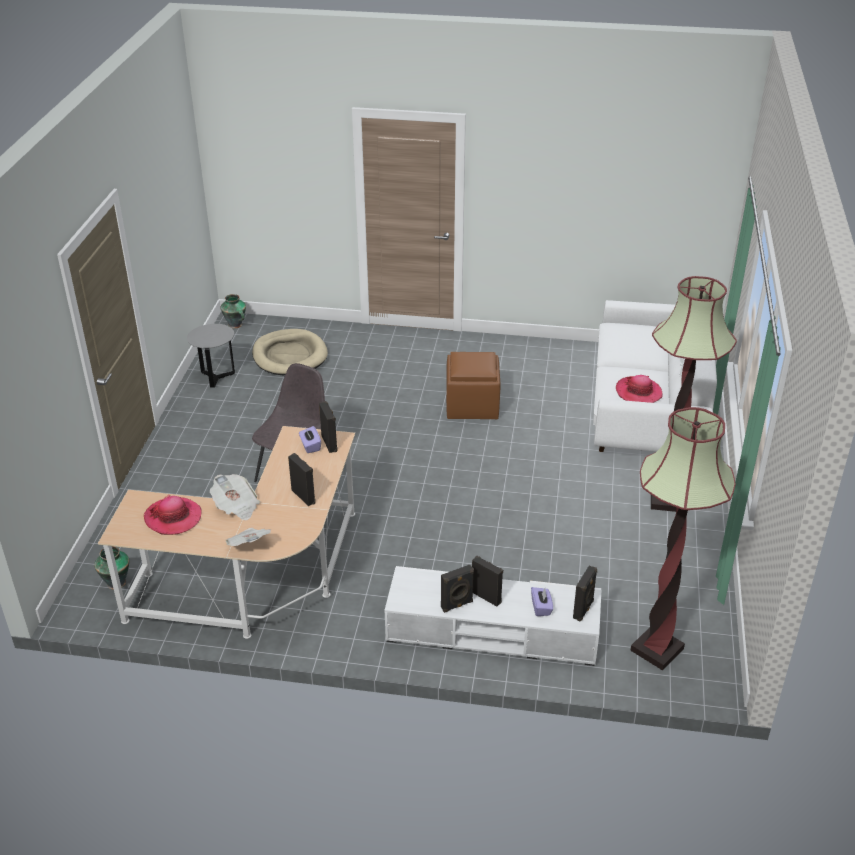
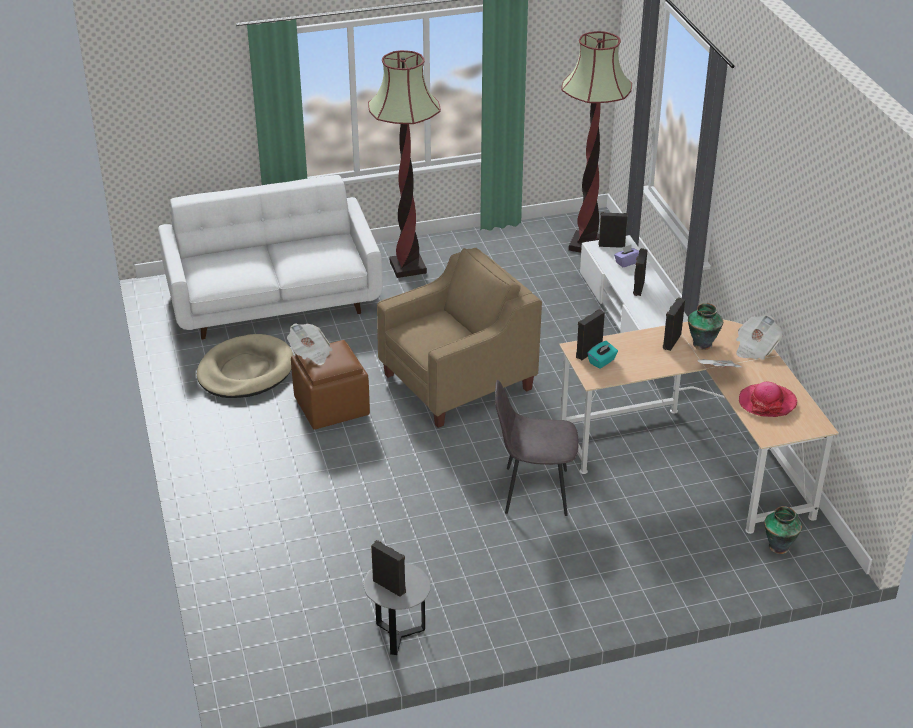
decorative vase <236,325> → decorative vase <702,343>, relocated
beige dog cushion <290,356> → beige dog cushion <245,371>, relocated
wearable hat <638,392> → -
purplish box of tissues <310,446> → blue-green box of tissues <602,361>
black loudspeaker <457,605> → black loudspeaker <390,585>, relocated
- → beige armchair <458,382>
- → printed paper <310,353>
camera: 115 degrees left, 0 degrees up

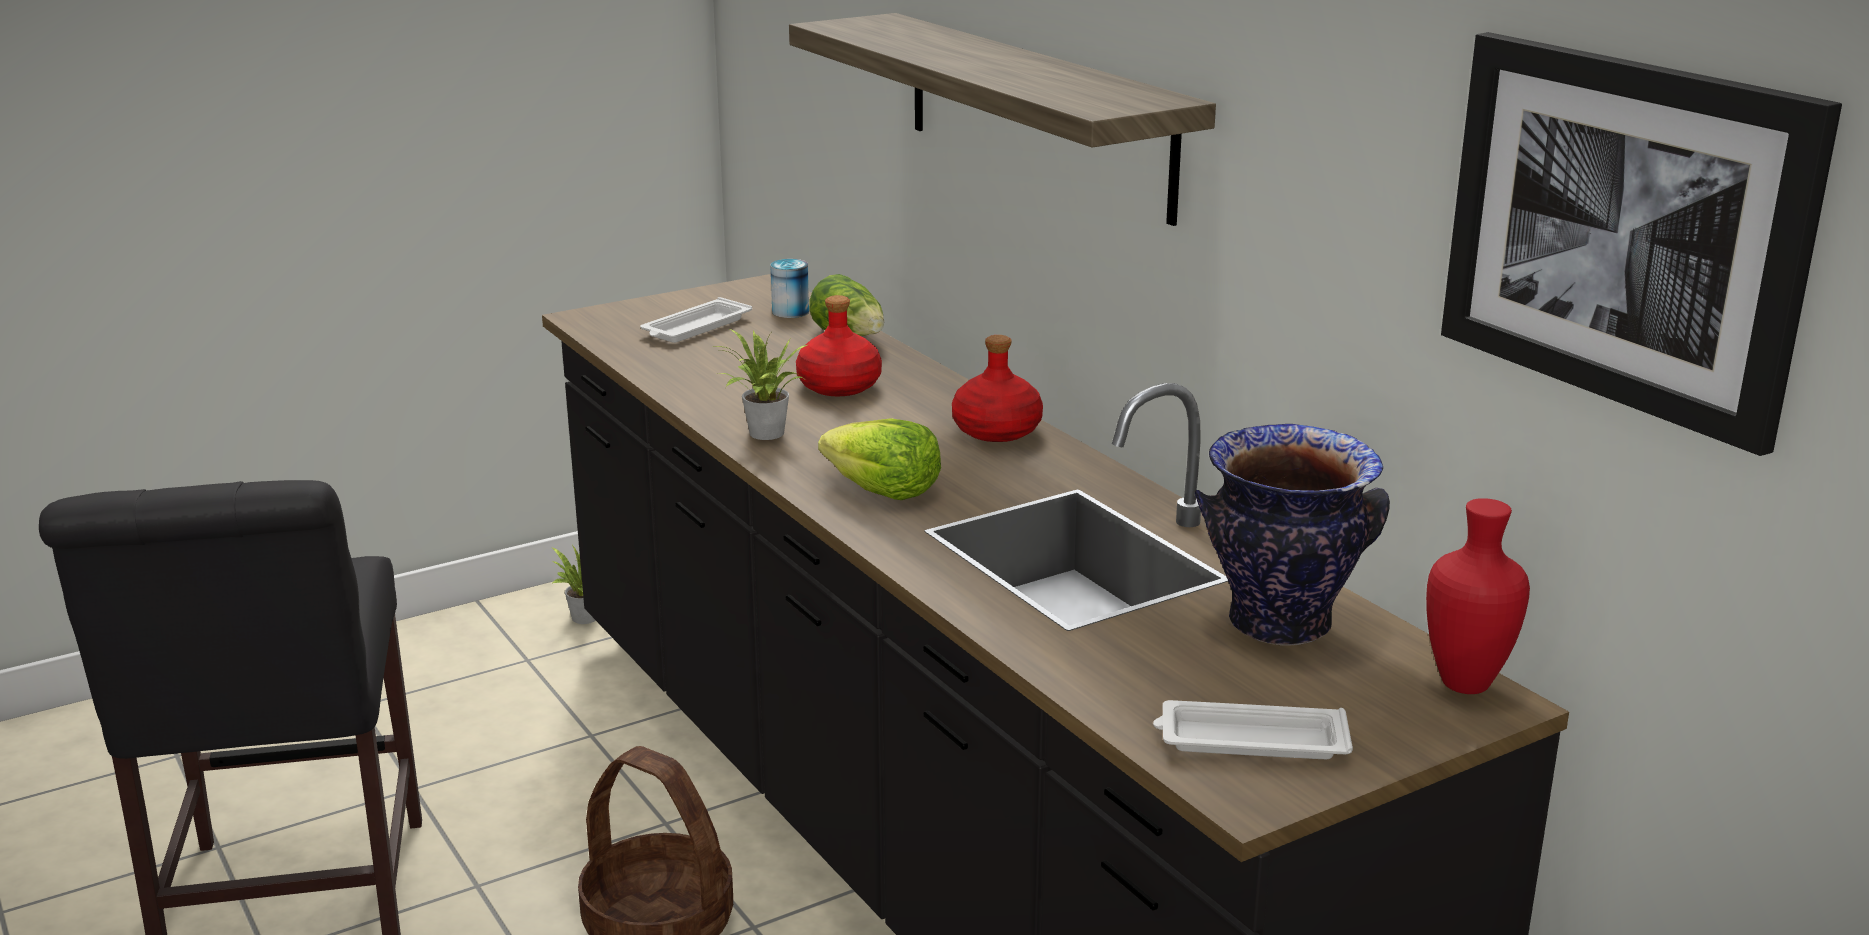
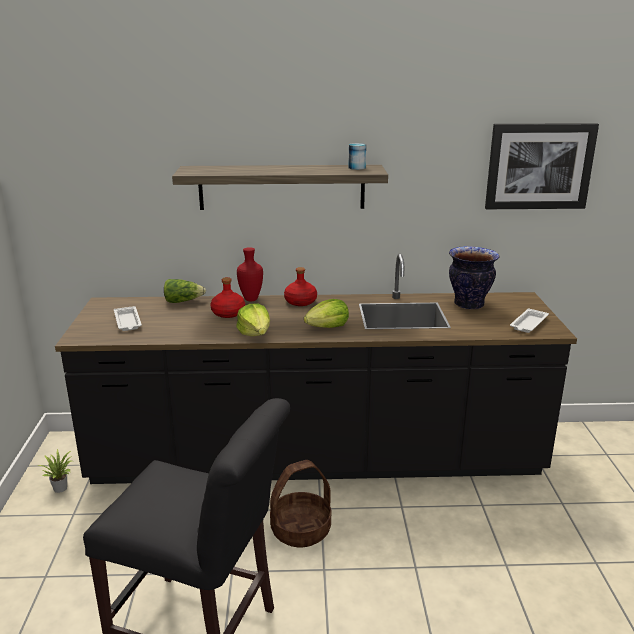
metal can <790,311> → metal can <357,168>, relocated
plant in a pot <763,434> → lettuce <255,333>
red decorative vase <1466,686> → red decorative vase <251,299>, relocated
camera: 60 degrees left, 0 degrees up

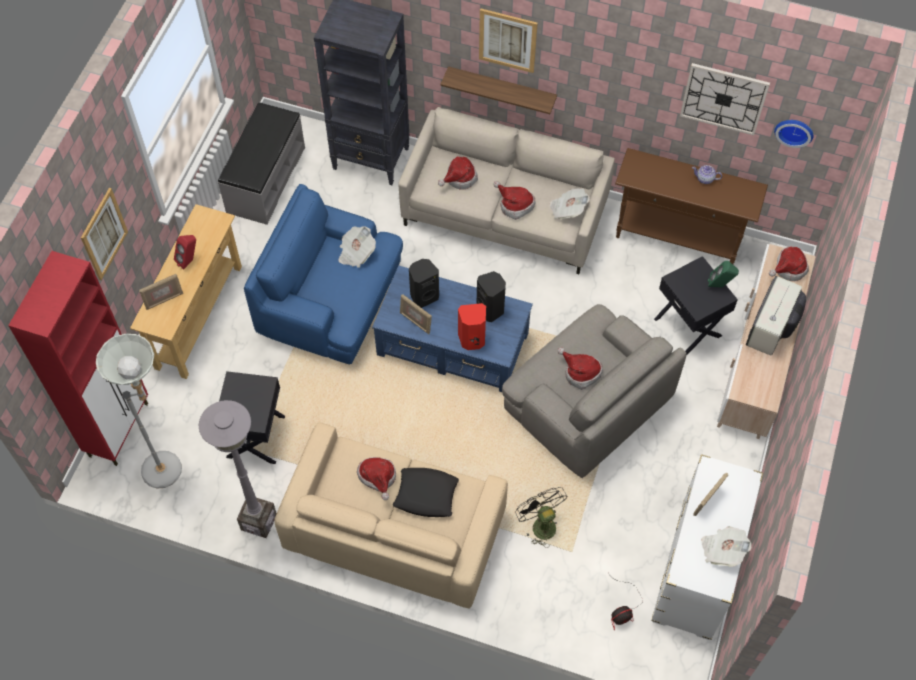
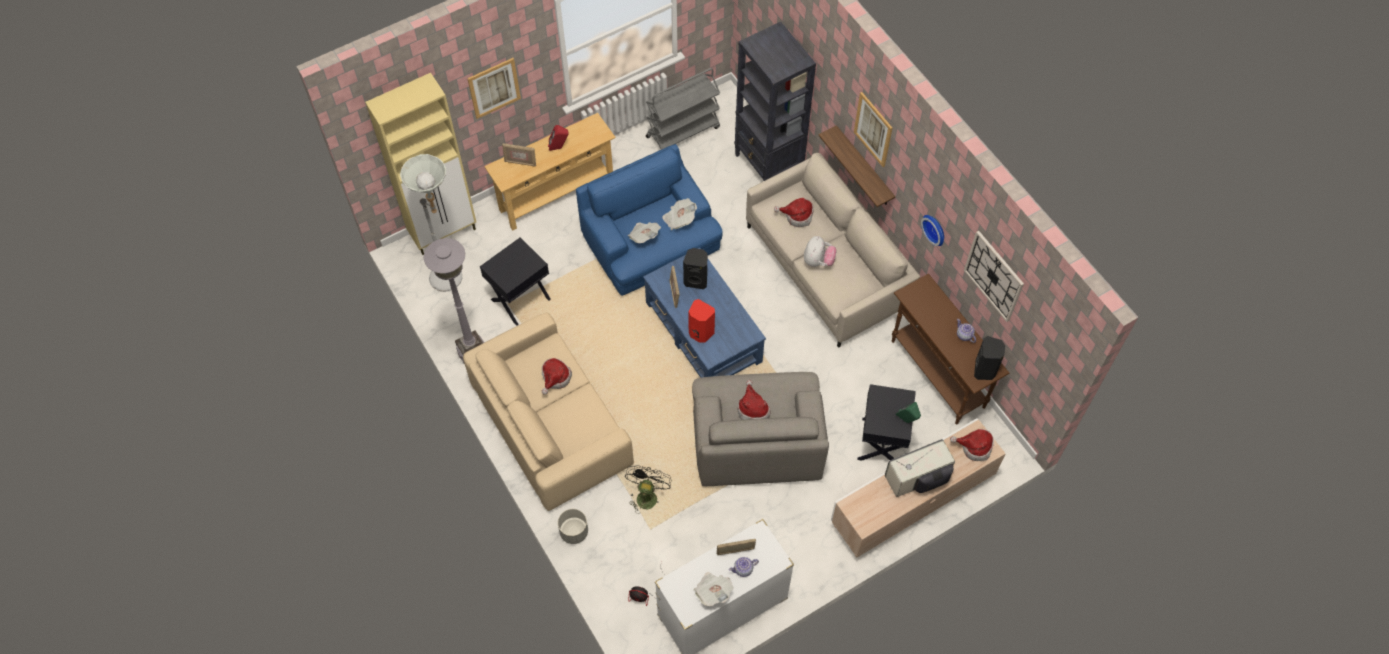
grey bench <265,179> → grey wheeled cart <683,131>
clock on the wall <794,130> → clock on the wall <935,229>, relocated
wearable hat <514,205> → plush toy <818,261>
printed paper <567,209> → printed paper <644,236>, relocated
red cupboard <119,429> → beige cupboard <444,233>
black loudspeaker <491,309> → black loudspeaker <985,370>, relocated
black pillow <426,495> → -
- → grey planter <574,532>
- → teapot <743,569>
camera: 40 degrees right, 0 degrees up

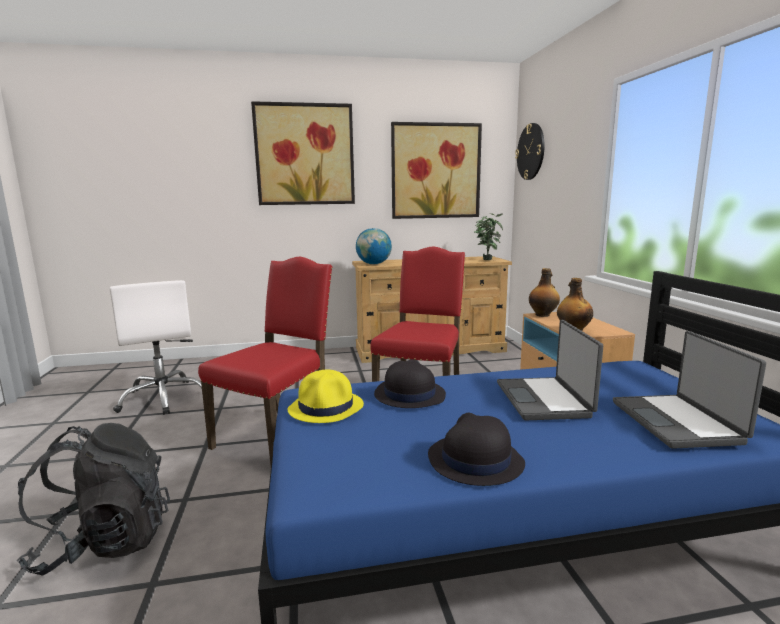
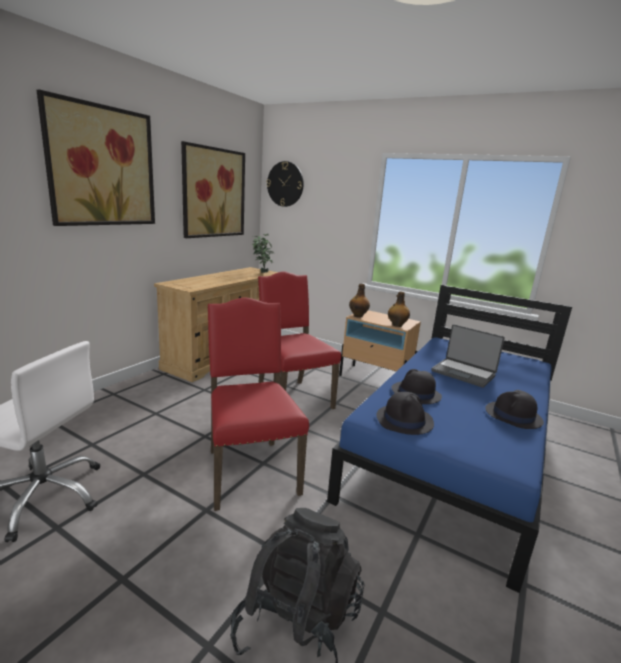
globe <374,264> → -
notebook computer <677,422> → -
yellow wearable hat <326,407> → black wearable hat <404,420>
camera: 50 degrees left, 5 degrees up

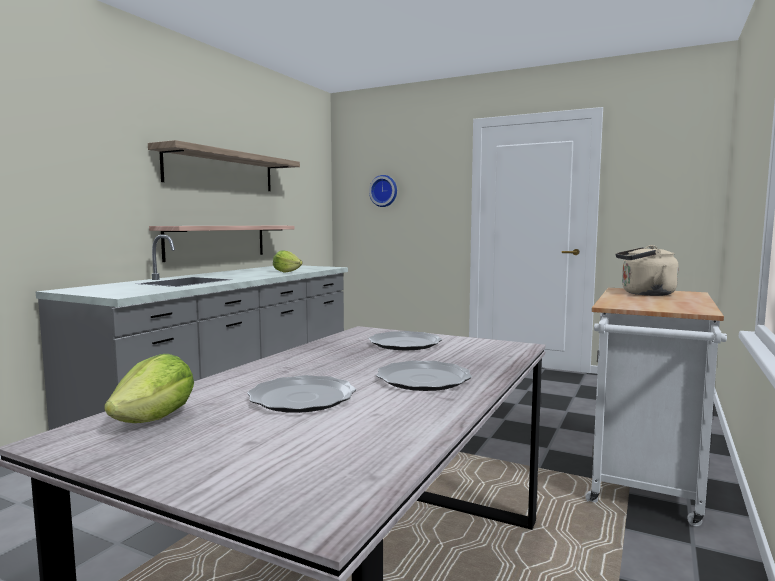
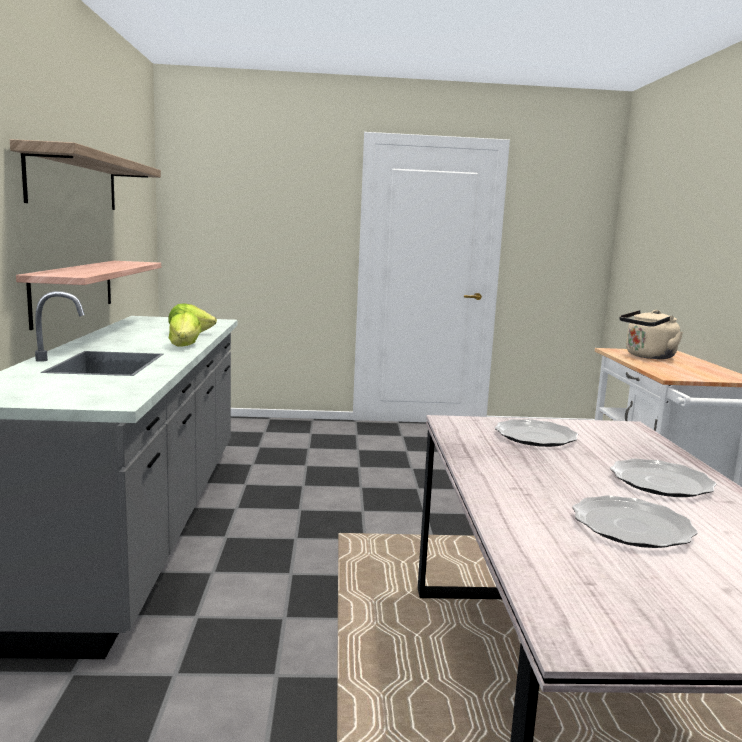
clock on the wall <384,191> → -
lettuce <156,419> → lettuce <185,346>, relocated
camera: 30 degrees left, 5 degrees up

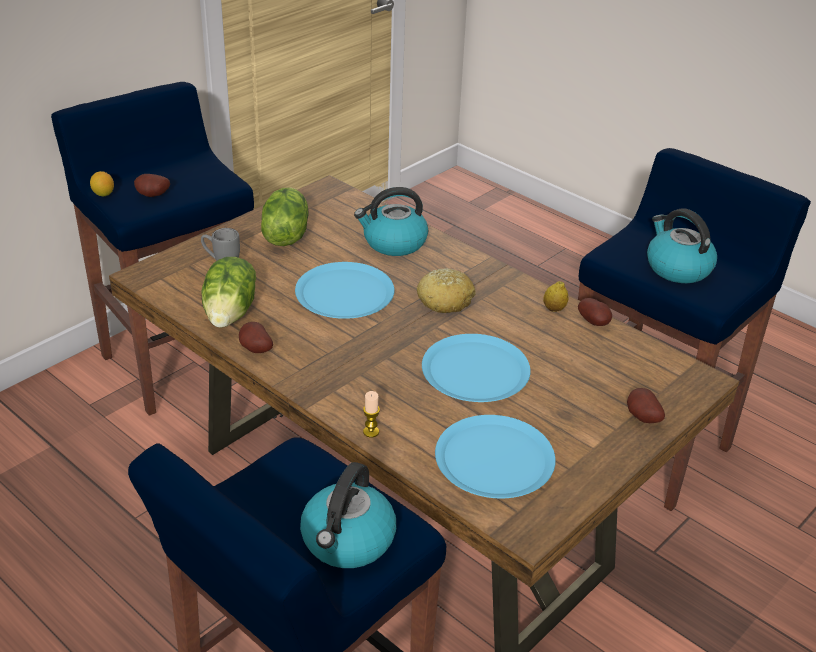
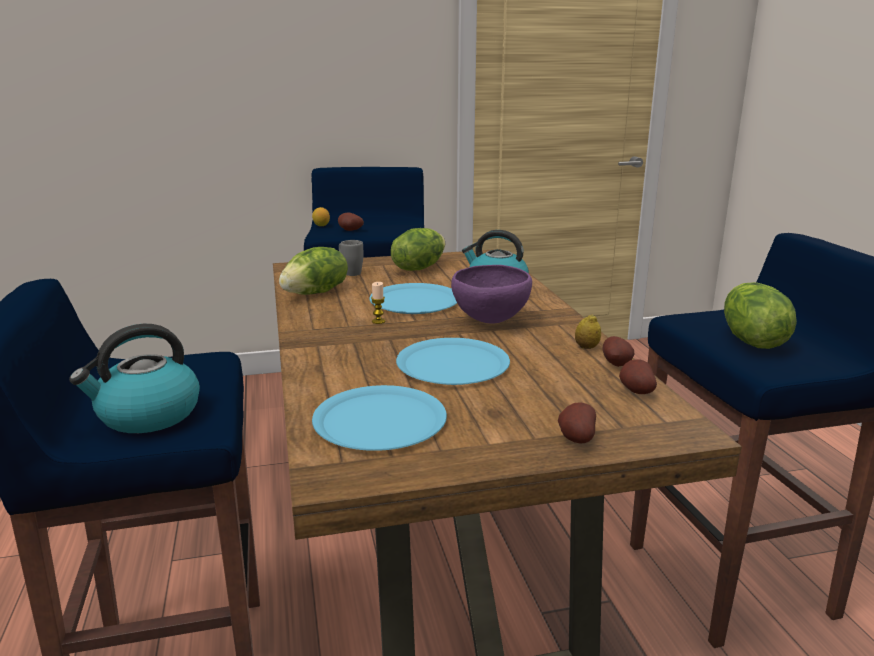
kettle <677,268> → lettuce <750,340>
bakery bread <445,300> → purplish bowl <490,321>
spud <254,350> → spud <635,391>, relocated
wax light <371,432> → wax light <378,321>, relocated
camera: 35 degrees right, 15 degrees down

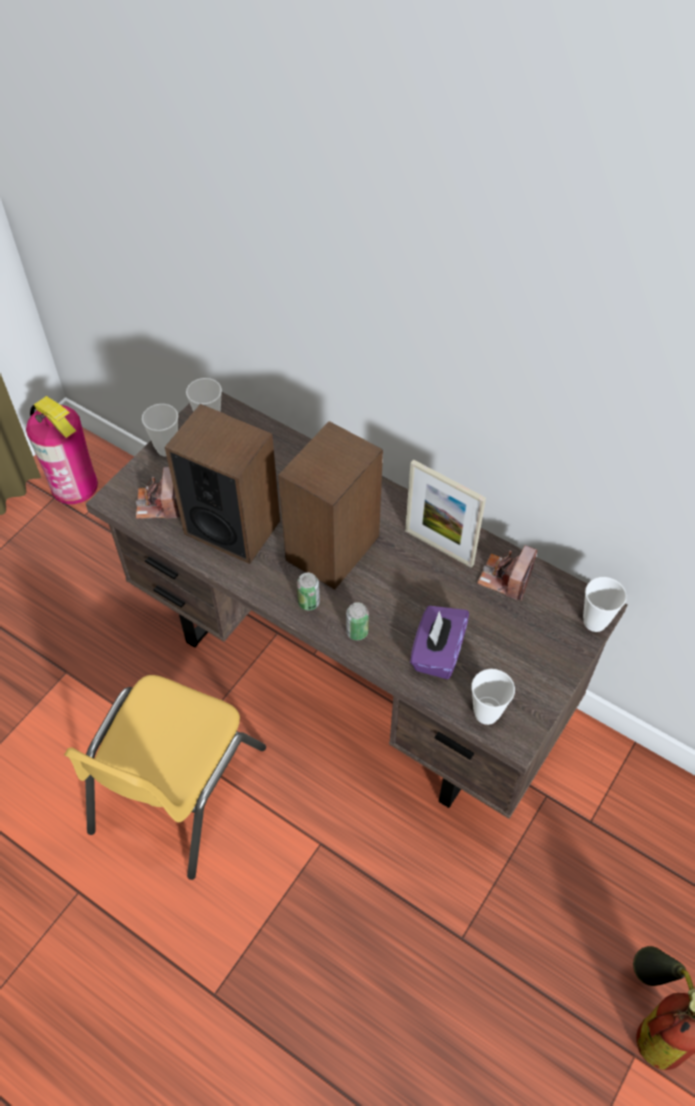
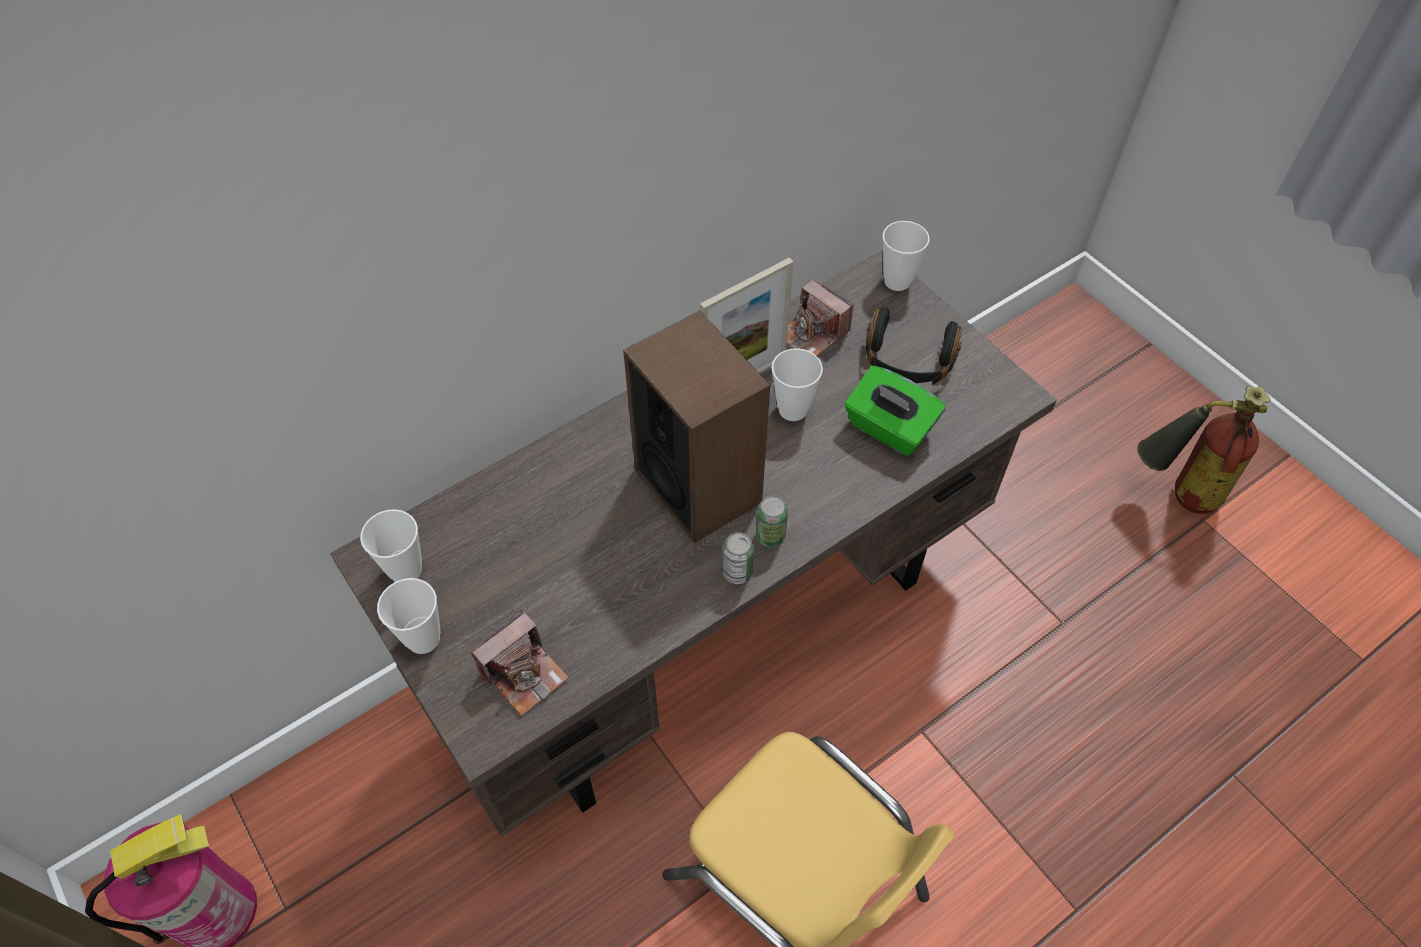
loudspeaker <232,527> → -
still camera <160,504> → still camera <524,673>, 60 degrees counterclockwise
metal can <357,632> → metal can <737,572>, relocated
purplish box of tissues <437,652> → greenish box of tissues <889,429>
cup <486,713> → cup <792,409>, relocated
- → black headphones <908,361>
camera: 70 degrees left, 0 degrees up

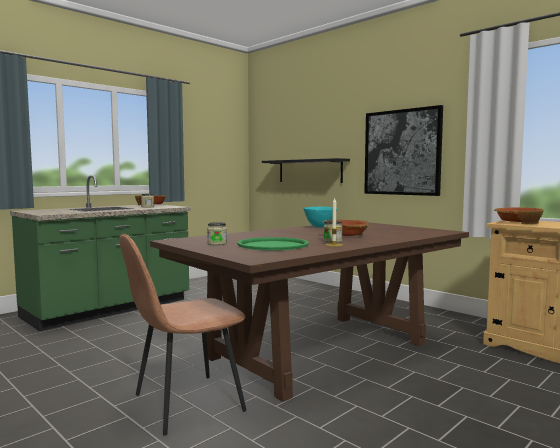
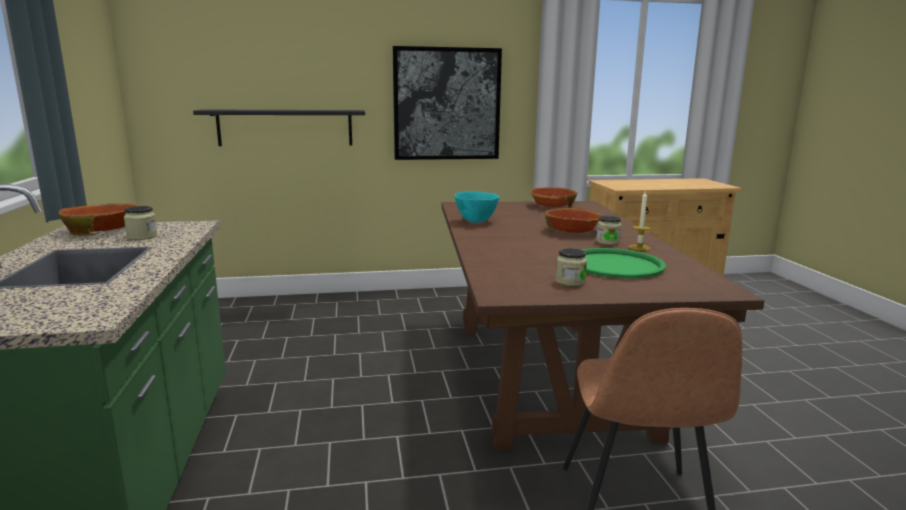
bowl <517,222> → bowl <552,206>, relocated
camera: 55 degrees left, 10 degrees up

